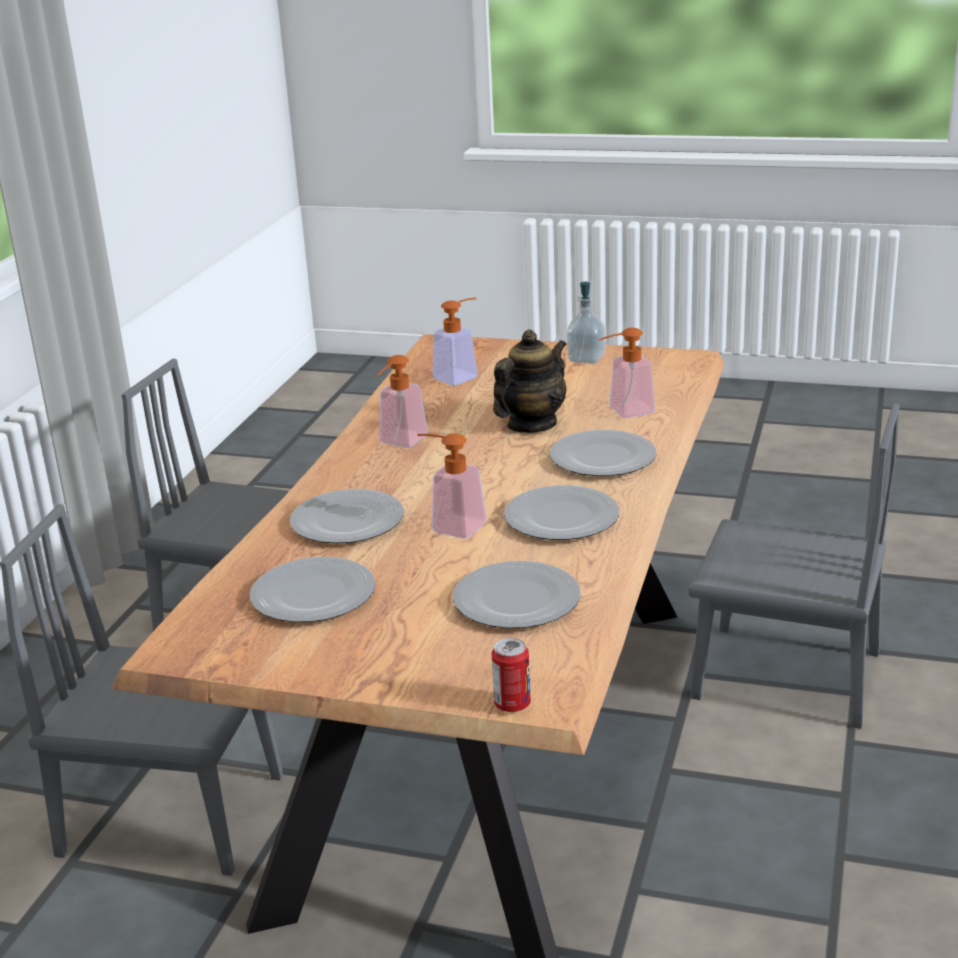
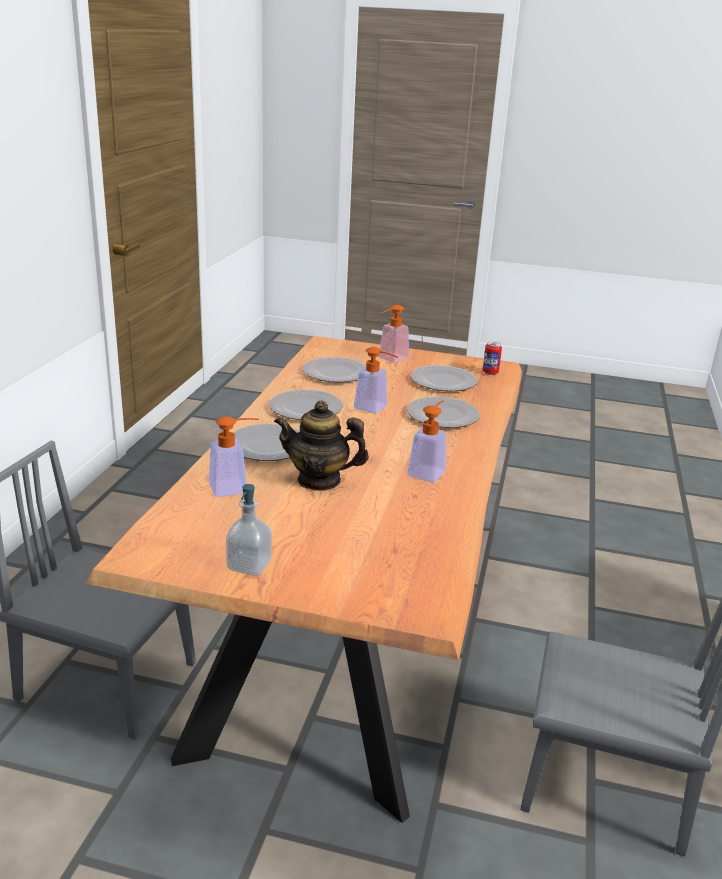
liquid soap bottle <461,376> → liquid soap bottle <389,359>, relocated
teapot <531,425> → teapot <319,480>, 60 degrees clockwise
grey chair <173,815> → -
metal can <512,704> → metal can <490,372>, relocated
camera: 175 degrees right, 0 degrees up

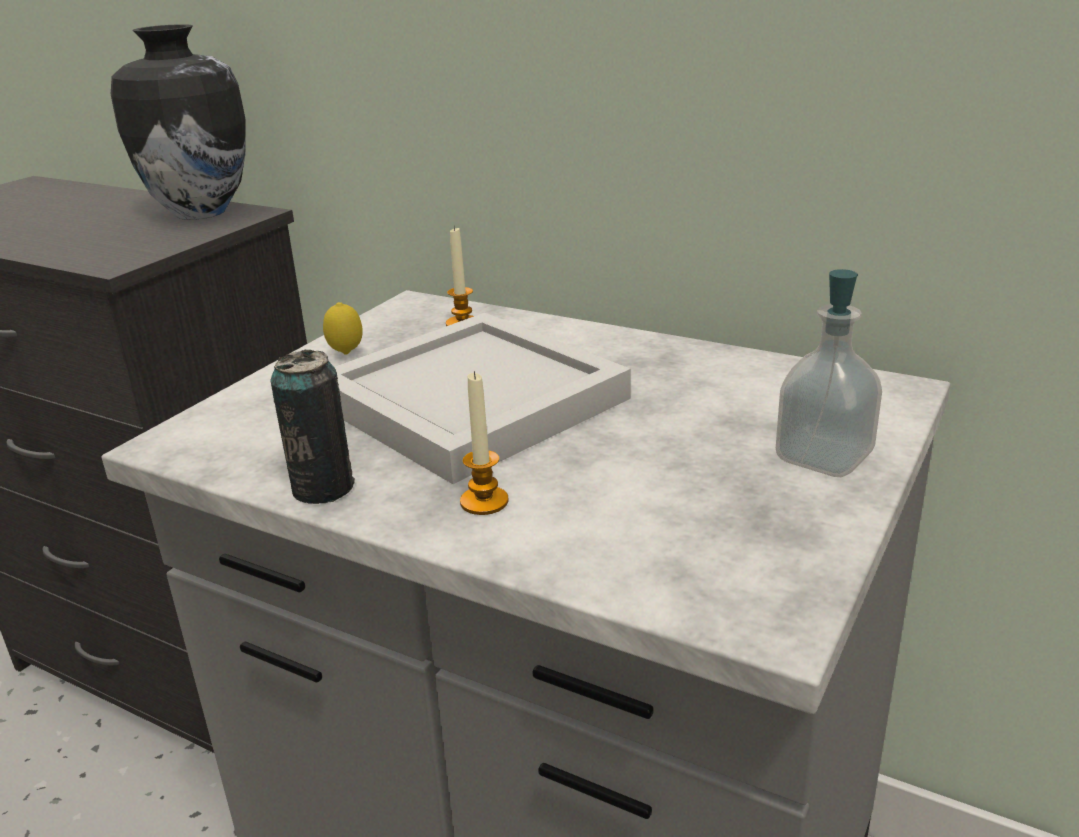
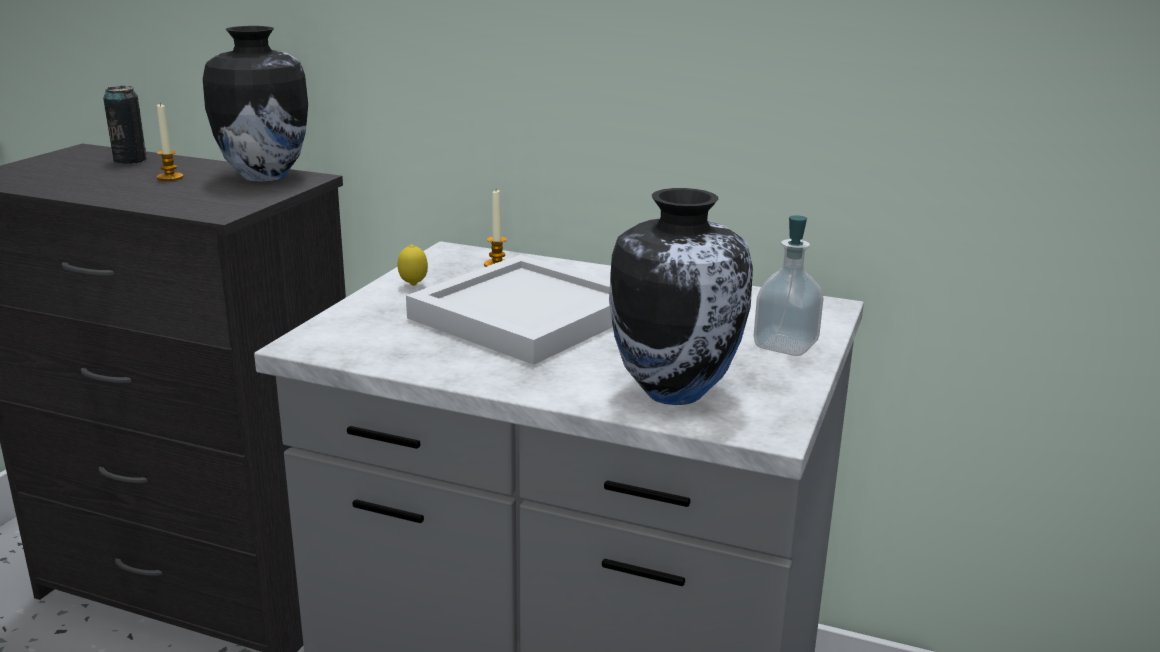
metal can <322,488> → metal can <130,160>, relocated
wax light <484,502> → wax light <170,177>, relocated
- → decorative vase <675,392>
camera: 10 degrees left, 5 degrees down

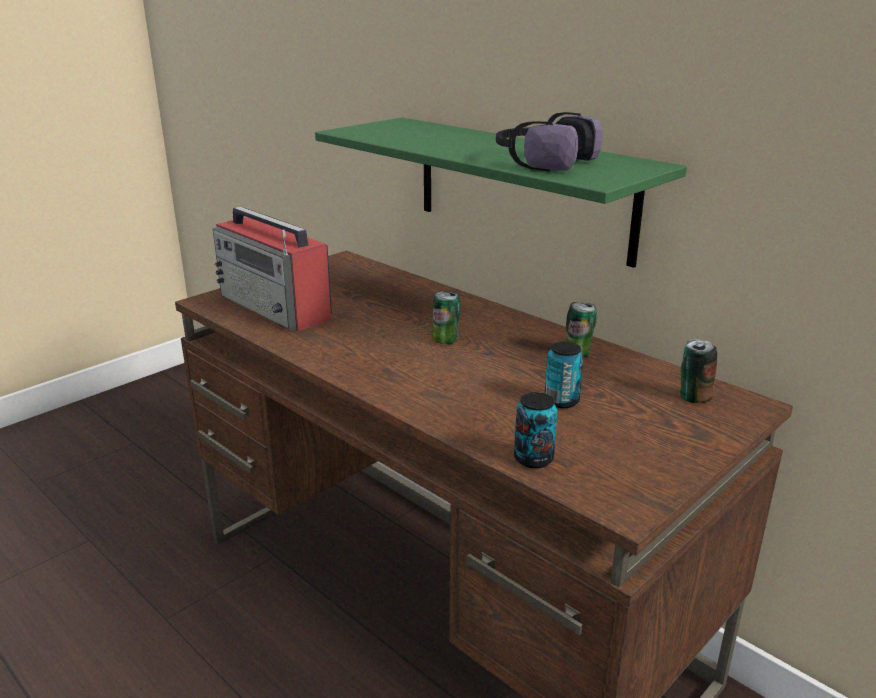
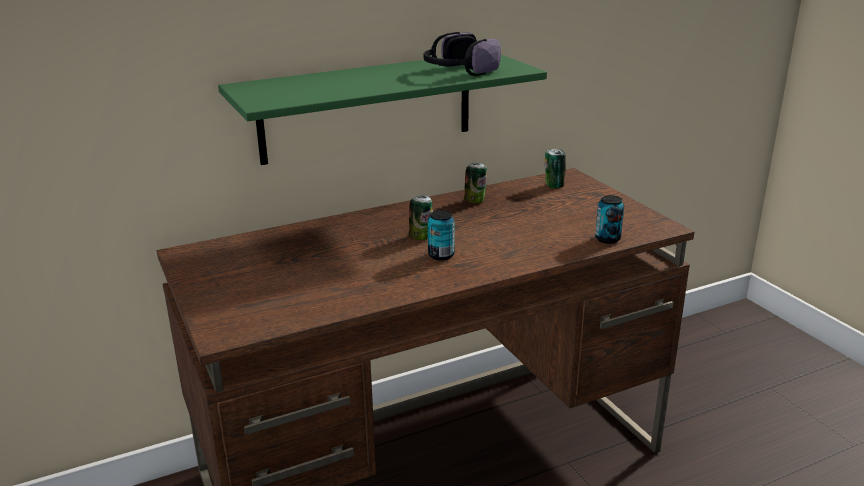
radio receiver <276,308> → -
metal can <561,401> → metal can <441,255>, relocated
camera: 70 degrees left, 0 degrees up

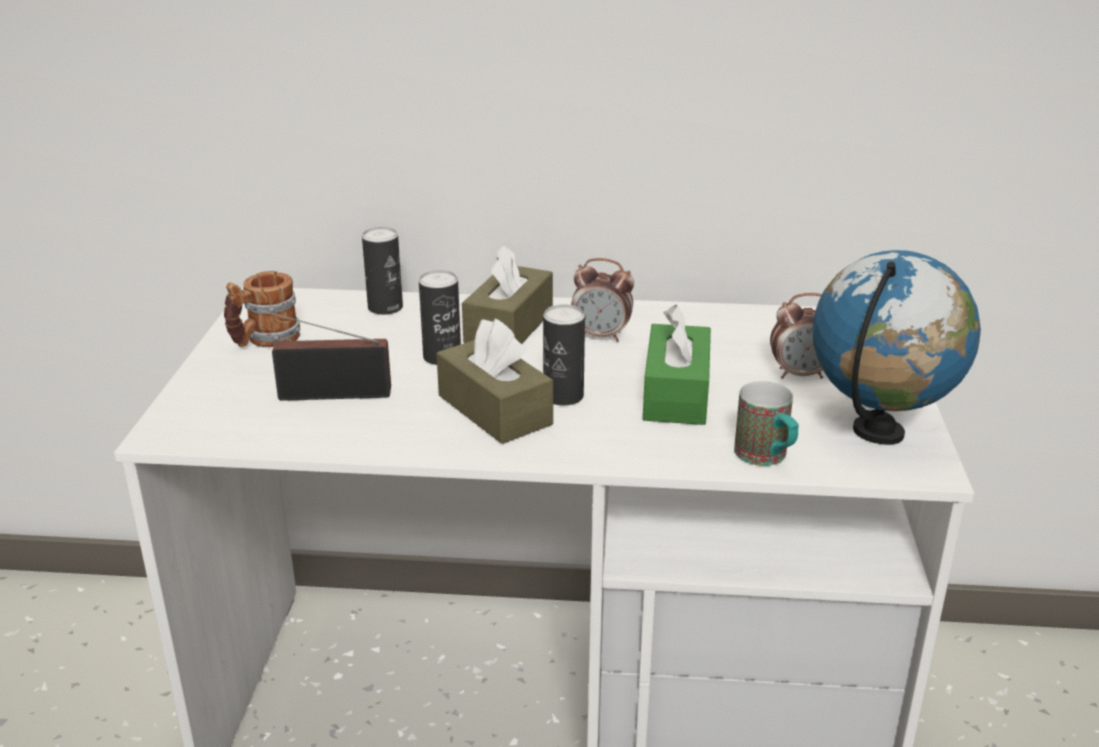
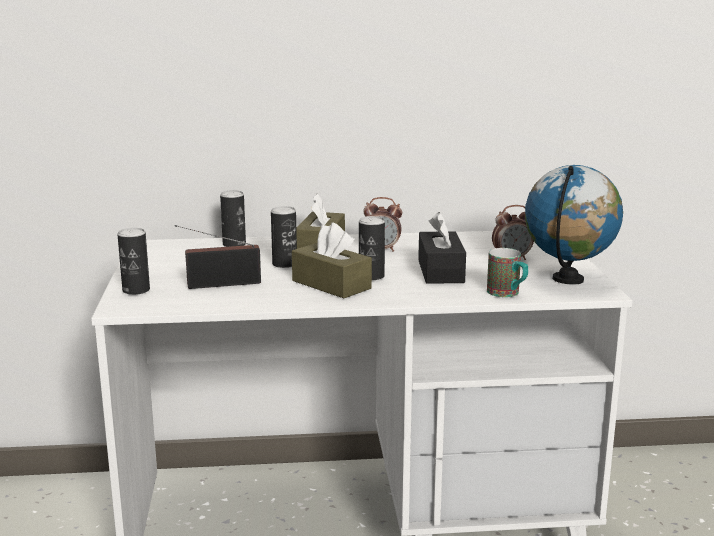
mug <264,340> → -
greenish box of tissues <676,394> → black box of tissues <440,271>
- → metal can <136,290>
camera: 10 degrees left, 10 degrees down

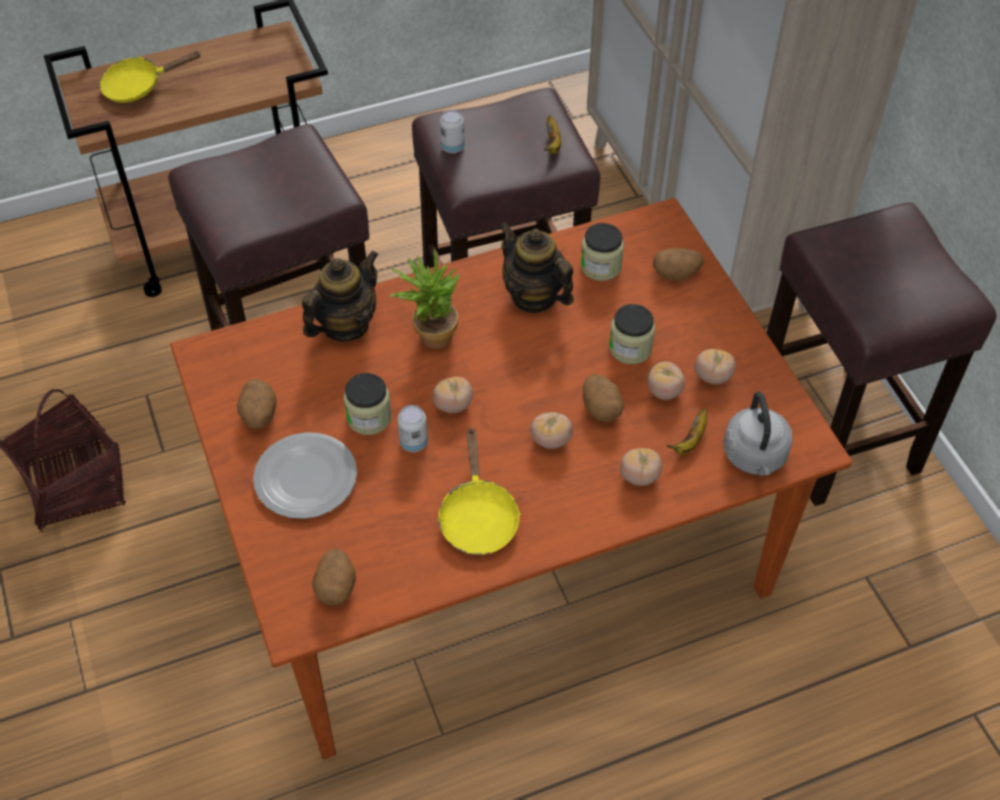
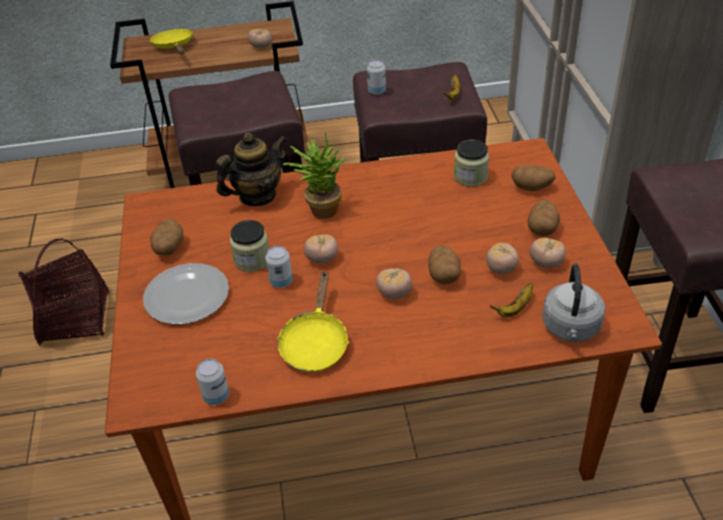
yellow skillet <139,86> → yellow skillet <174,46>, 75 degrees clockwise
teapot <534,296> → -
jar <630,348> → -
tomato <639,476> → tomato <261,47>, relocated
spud <336,586> → spud <542,228>, relocated
- → metal can <216,396>
camera: 15 degrees right, 10 degrees down

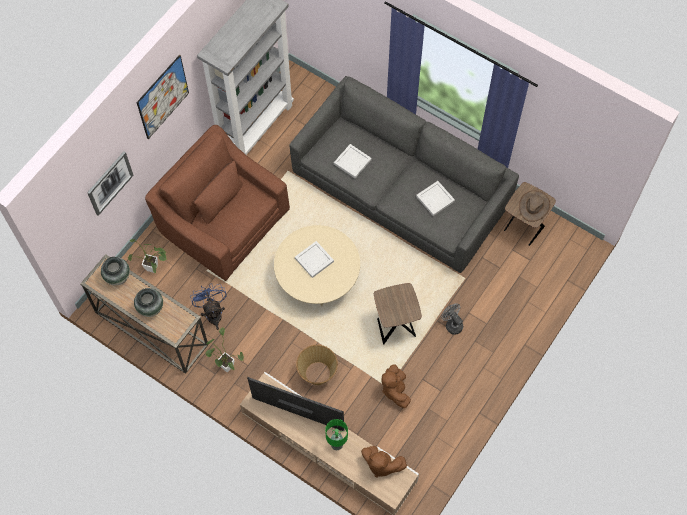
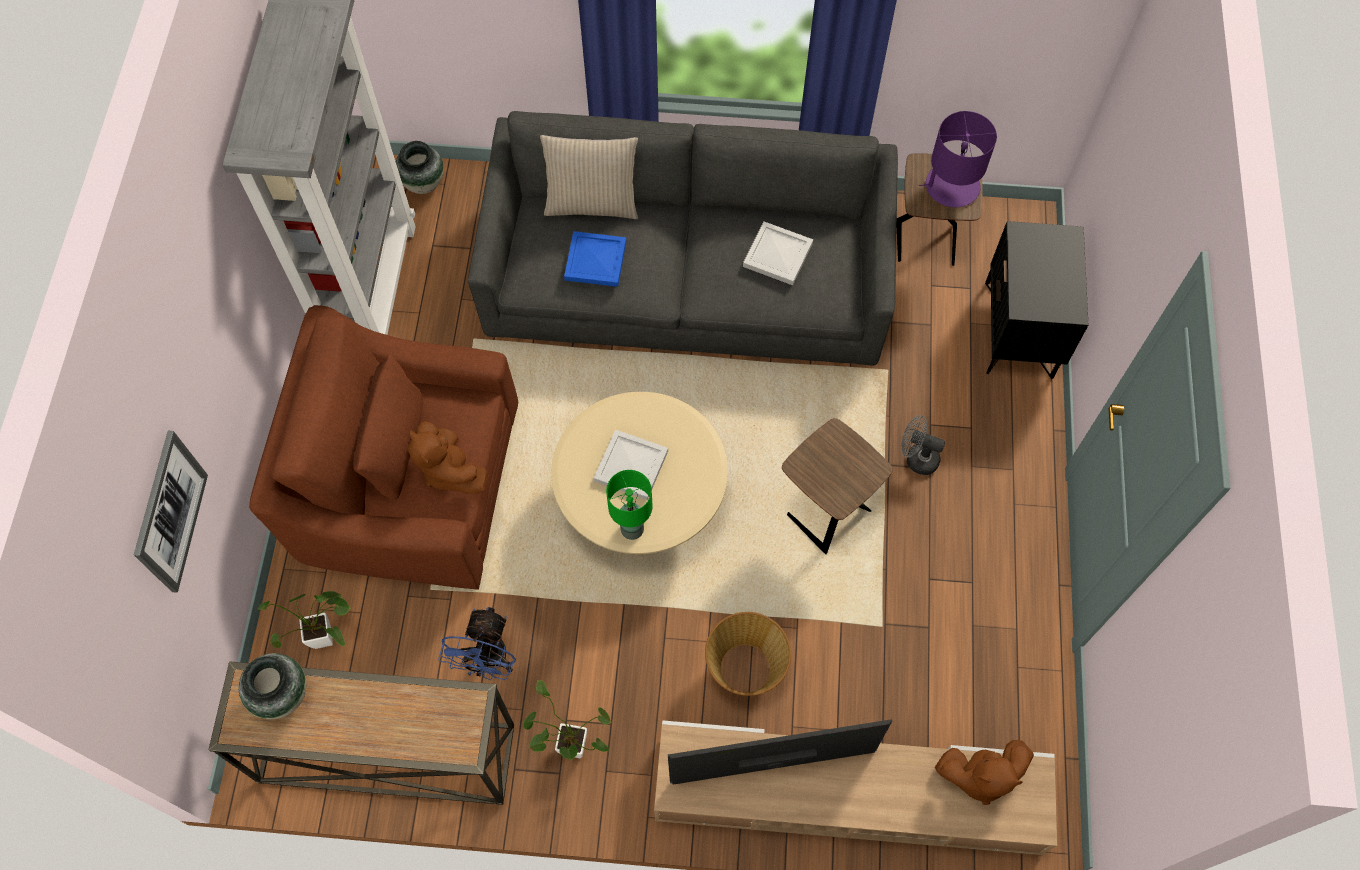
picture <163,97> → -
whitish tray <352,162> → blue-coloured tray <594,261>
brown-coloured wearable hat <534,206> → purplish lamp for a table <951,186>
blue-coloured electric fan <213,313> → blue-coloured electric fan <489,661>, 120 degrees counterclockwise
decorative vase <151,308> → decorative vase <423,183>, relocated
brown-coloured plush toy <395,390> → brown-coloured plush toy <450,470>, relocated
greenish lamp for a table <337,444> → greenish lamp for a table <632,528>, relocated
- → beige pillow <592,203>
- → black night table <1020,330>
camera: 30 degrees left, 0 degrees up

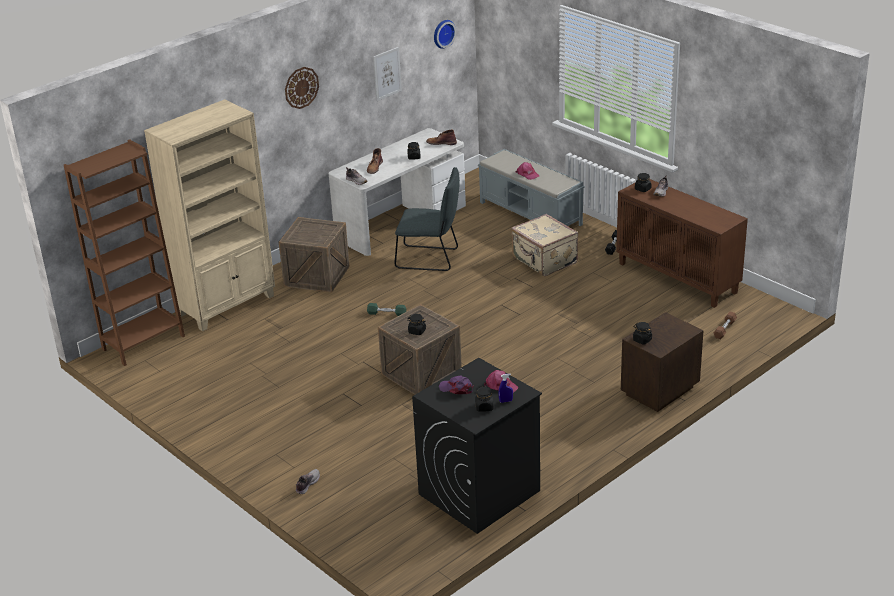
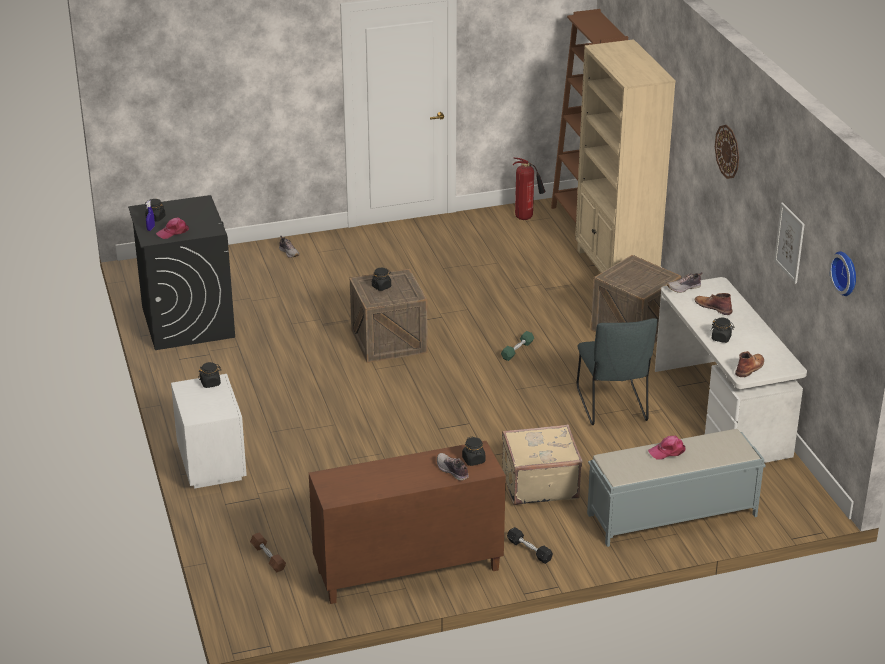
grey chair <430,259> → grey chair <613,407>, 45 degrees counterclockwise
brown-coloured night table <658,391> → whitish night table <213,464>
purplish cap <456,388> → -
- → fire-fighting cylinder <526,218>
camera: 115 degrees right, 0 degrees up

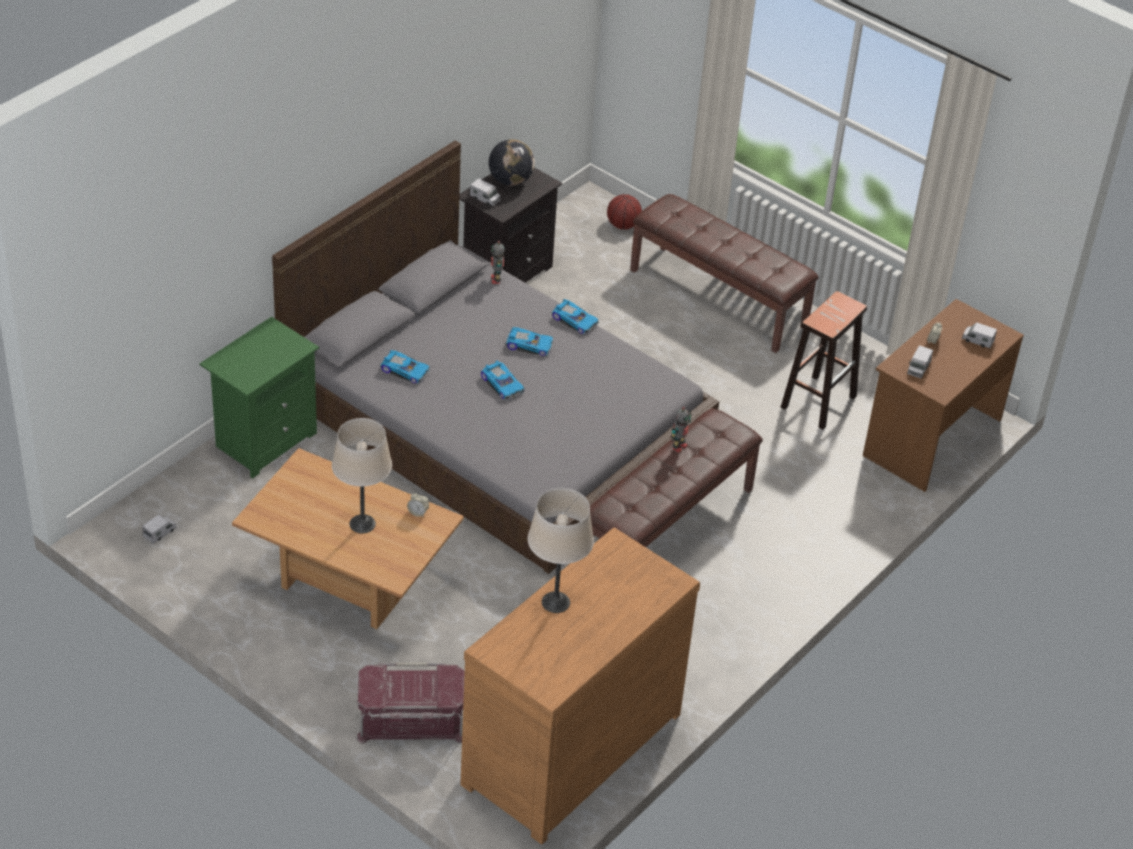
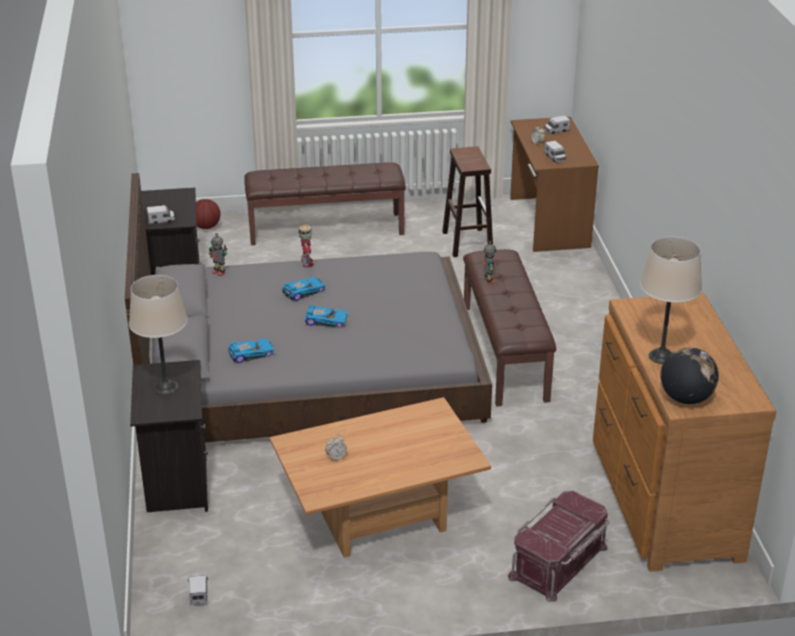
globe <510,180> → globe <686,398>, relocated
miniature car <575,320> → robot figure <307,263>
greenish night table <264,440> → black night table <176,484>
beige lamp for a table <362,524> → beige lamp for a table <165,387>, relocated
table clock <418,512> → table clock <336,457>, relocated
camera: 45 degrees left, 10 degrees down

